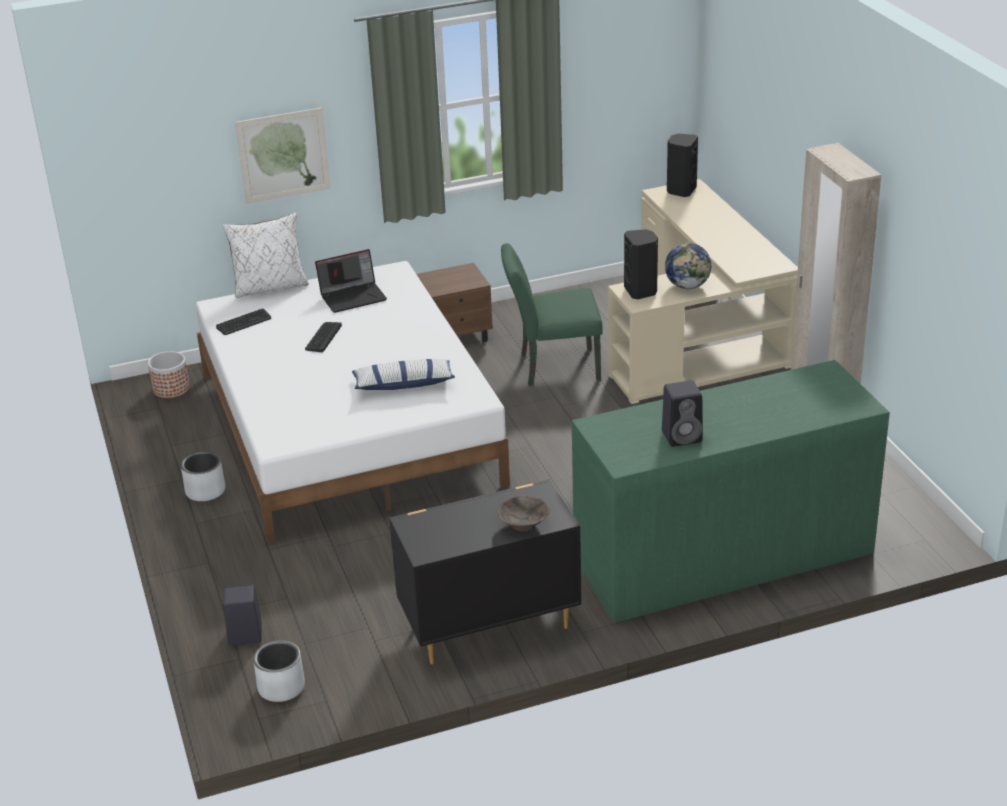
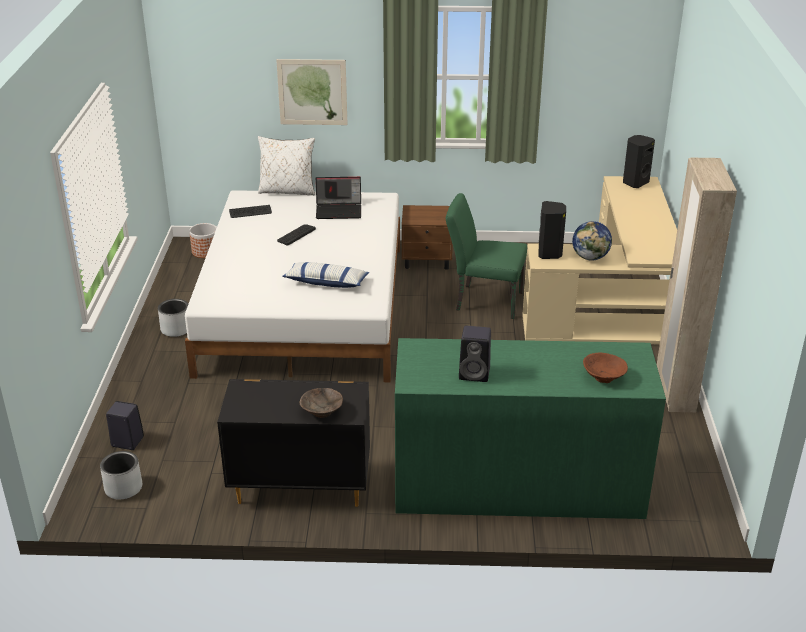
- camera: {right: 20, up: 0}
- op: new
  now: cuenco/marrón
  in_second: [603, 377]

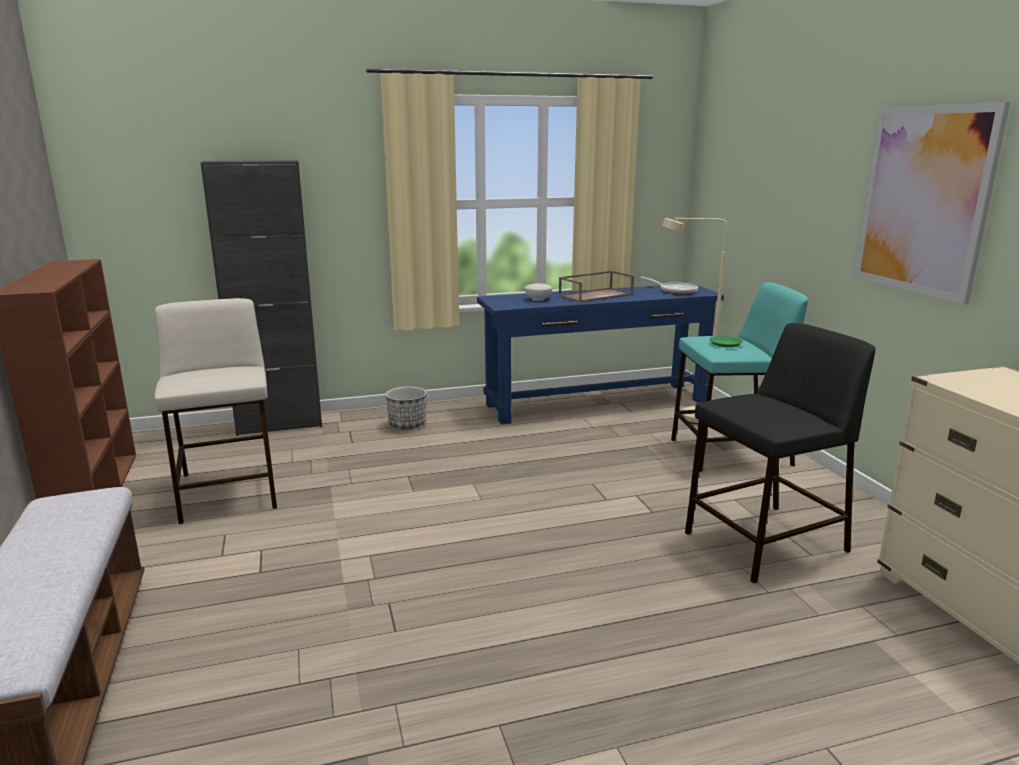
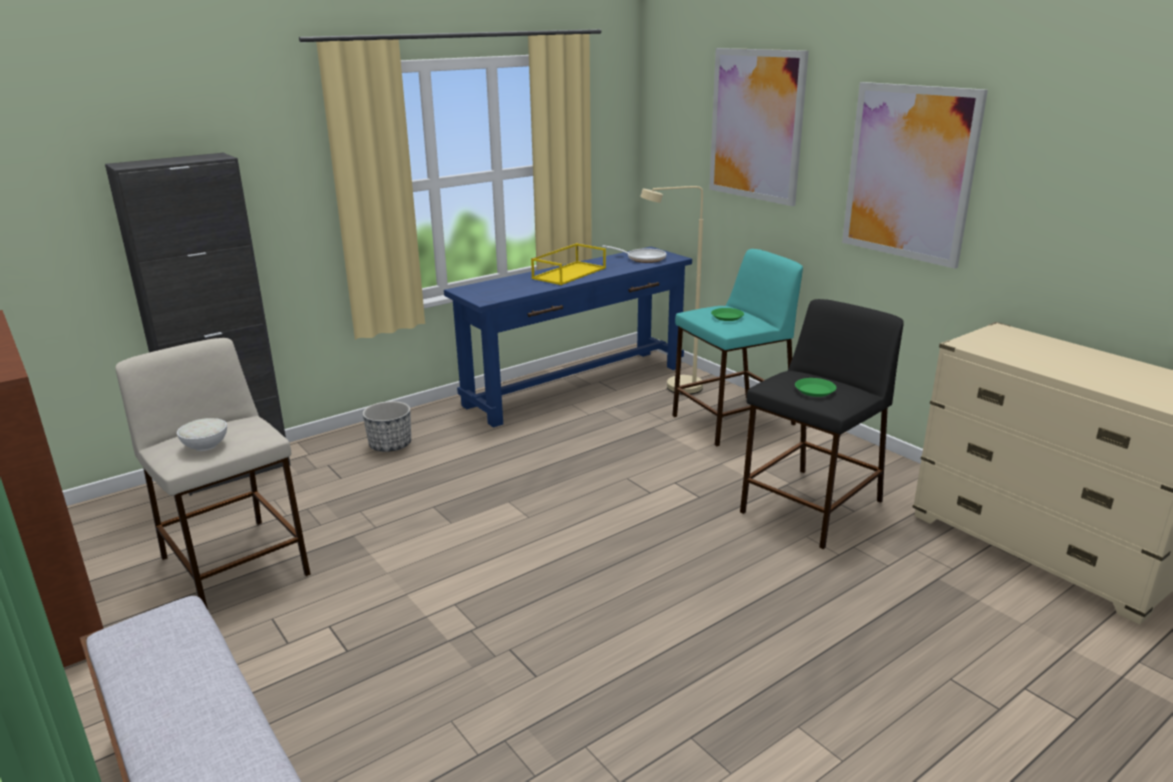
- camera: {right: -20, up: 5}
- op: repainted
  was: bandeja/marrón
  now: bandeja/amarillo
  in_first: [596, 295]
  in_second: [569, 273]
- op: shifted
  was: cuenco/blanco
  in_first: [538, 299]
  in_second: [206, 446]
- op: new
  now: cuadro
  in_second: [756, 125]
- op: new
  now: plato/verde
  in_second: [815, 390]

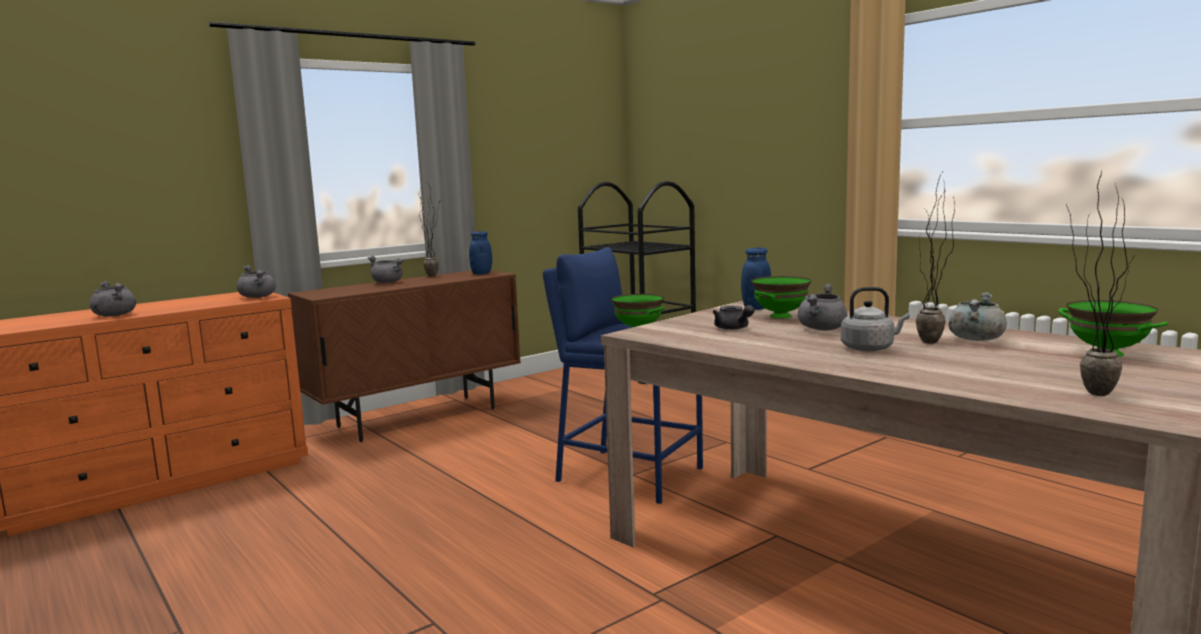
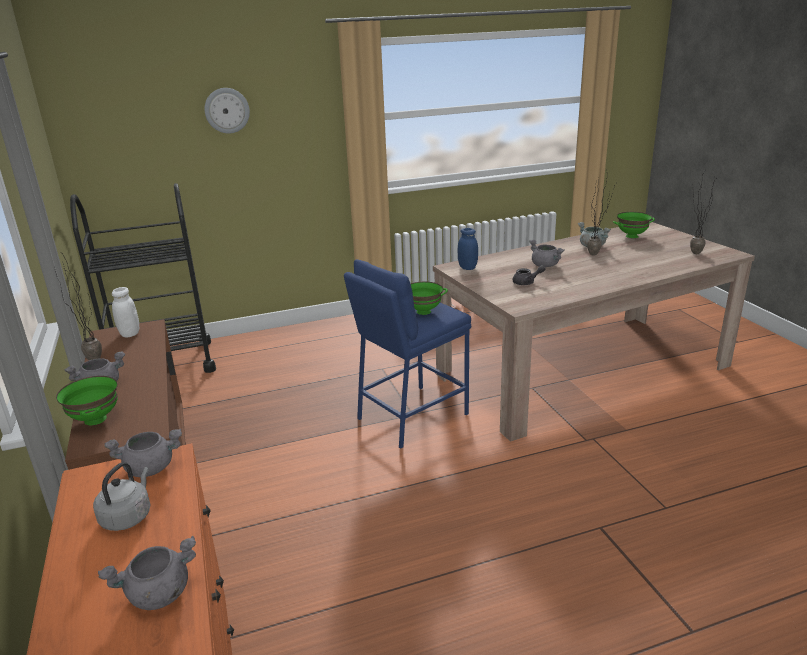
- camera: {right: -70, up: 15}
- op: repainted
  was: tarro/azul
  now: tarro/blanco
  in_first: [481, 273]
  in_second: [130, 333]
- op: shifted
  was: cuenco/verde
  in_first: [781, 316]
  in_second: [96, 419]
- op: shifted
  was: hervidor/gris
  in_first: [870, 348]
  in_second: [128, 516]
- op: new
  now: reloj de pared
  in_second: [227, 110]

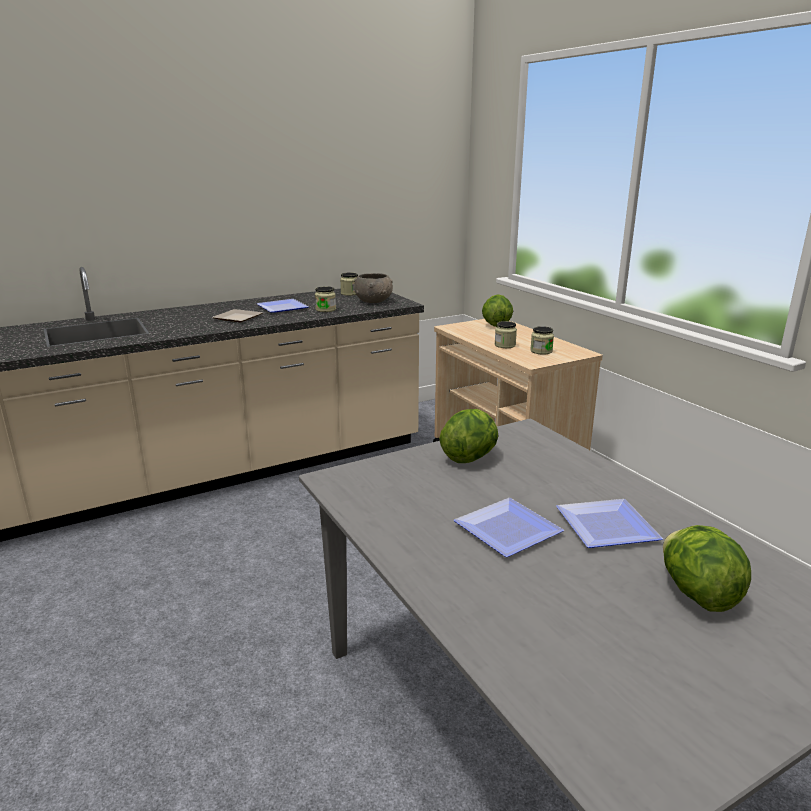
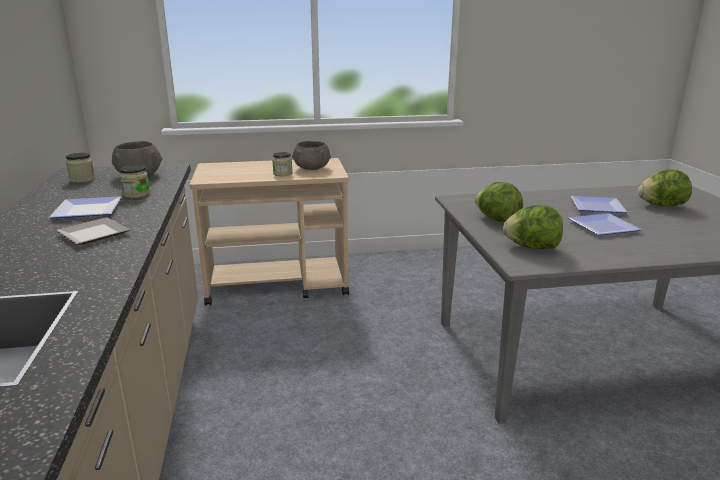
- camera: {right: -70, up: 0}
- op: shifted
  was: lechuga
  in_first: [496, 325]
  in_second: [531, 247]
- op: swapped
  was: tarro
  now: cuenco/gris
  in_first: [541, 351]
  in_second: [311, 168]

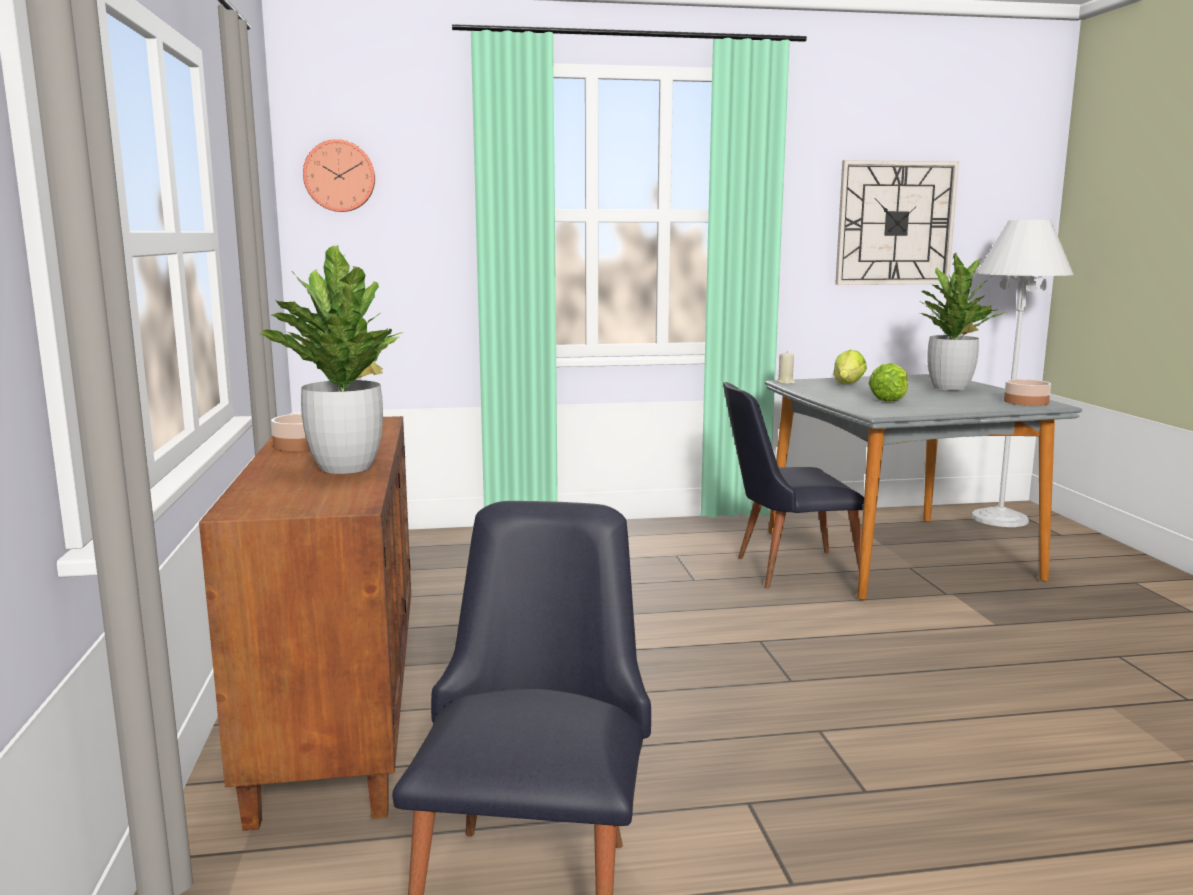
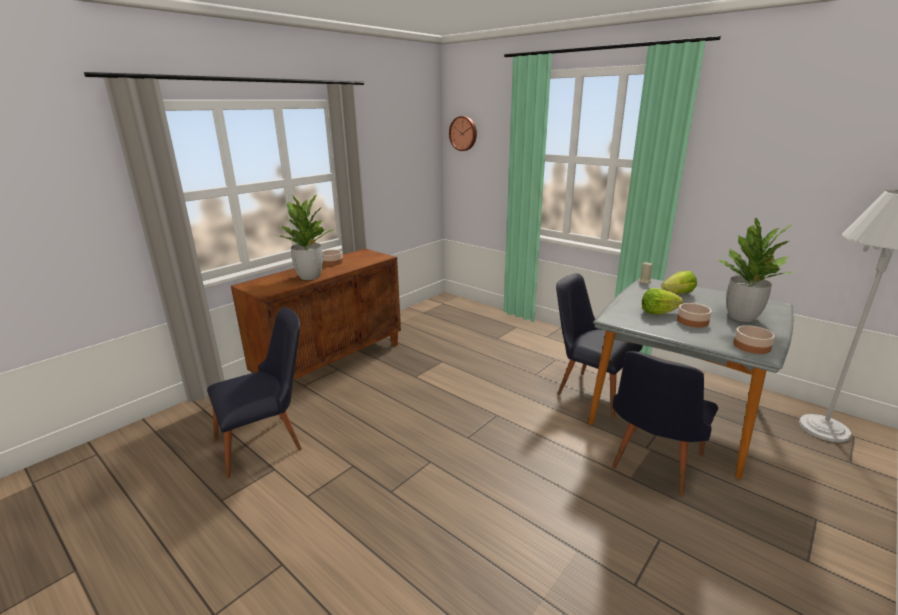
- camera: {right: 50, up: 10}
- op: gone
  was: reloj de pared
  in_first: [895, 223]
- op: new
  now: cuenco
  in_second: [692, 321]
- op: new
  now: silla/negro
  in_second: [652, 465]

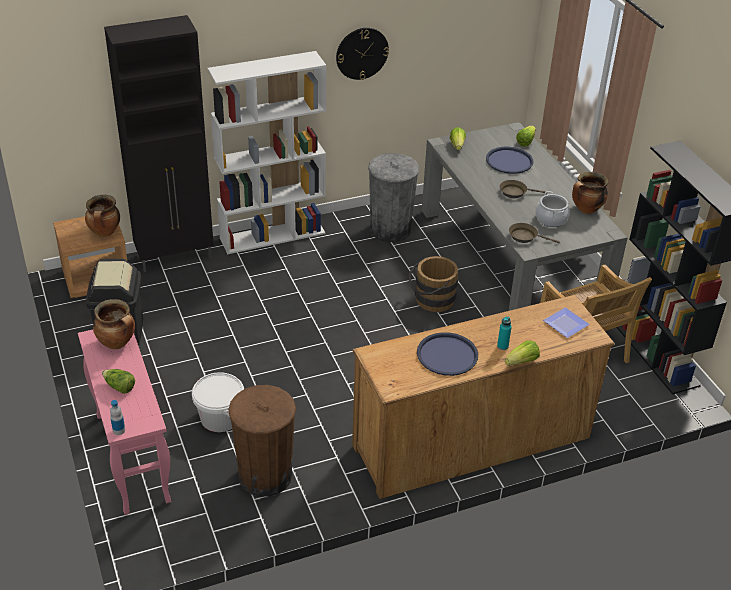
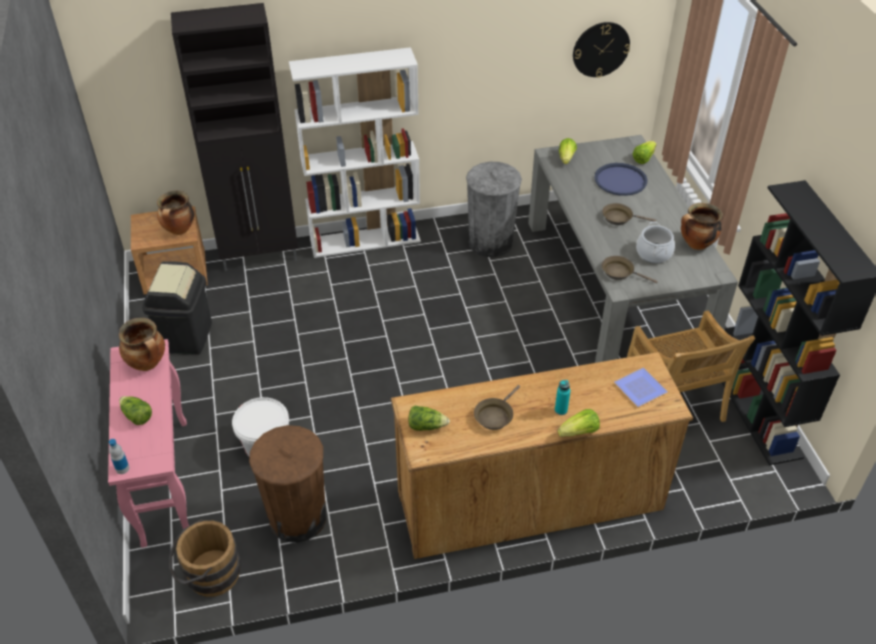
- camera: {right: 10, up: 5}
- op: shifted
  was: reloj de pared
  in_first: [362, 53]
  in_second: [600, 49]
- op: shifted
  was: cubo/marrón
  in_first: [431, 300]
  in_second: [208, 575]
- op: swapped
  was: bandeja/azul
  now: sartén/marrón
  in_first: [447, 355]
  in_second: [495, 415]
- op: new
  now: lechuga
  in_second: [426, 426]

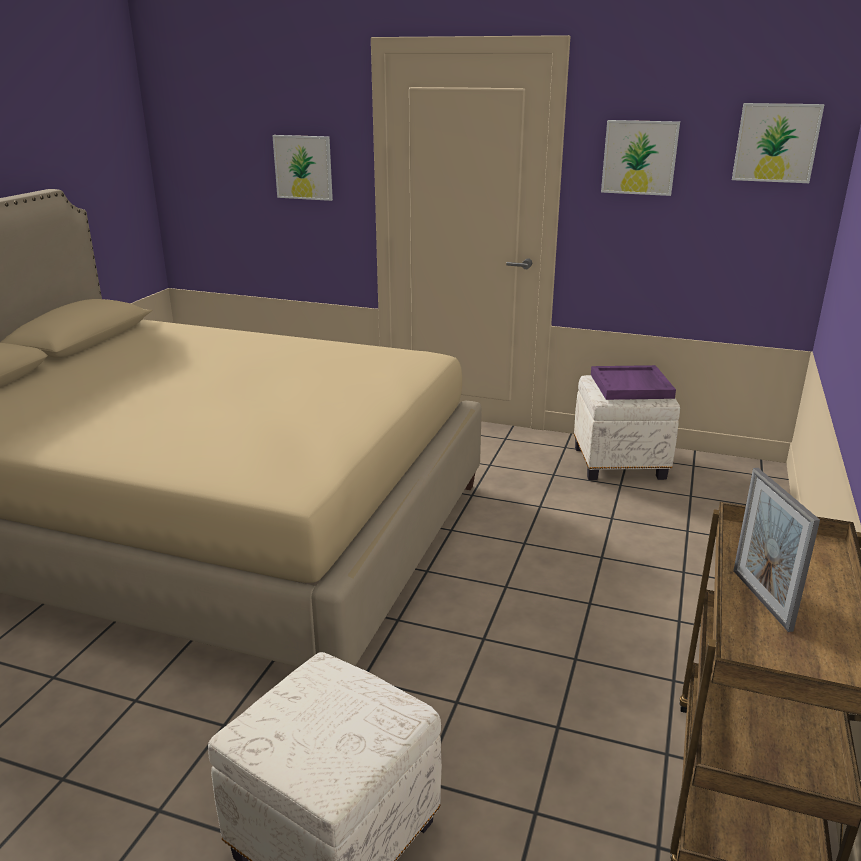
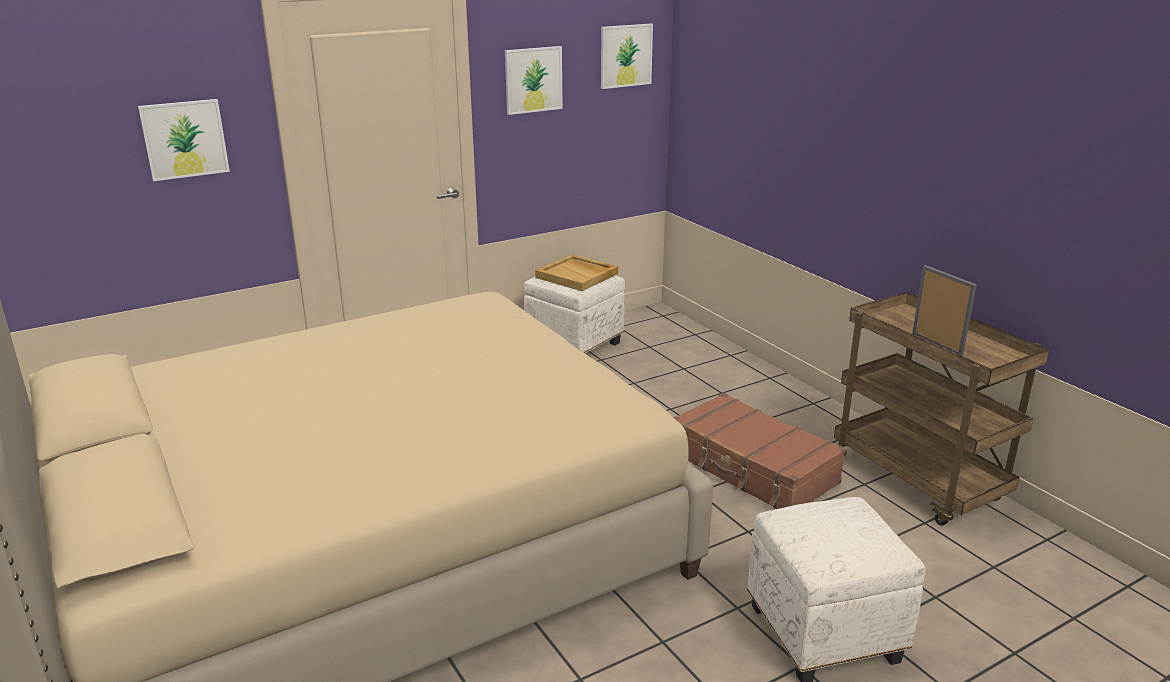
- camera: {right: -50, up: 0}
- op: repainted
  was: bandeja/morado
  now: bandeja/beis
  in_first: [632, 386]
  in_second: [577, 275]
- op: rotated
  was: portarretratos
  in_first: [761, 599]
  in_second: [937, 344]
  clockwise: -150
- op: new
  now: maleta/marrón
  in_second: [752, 468]

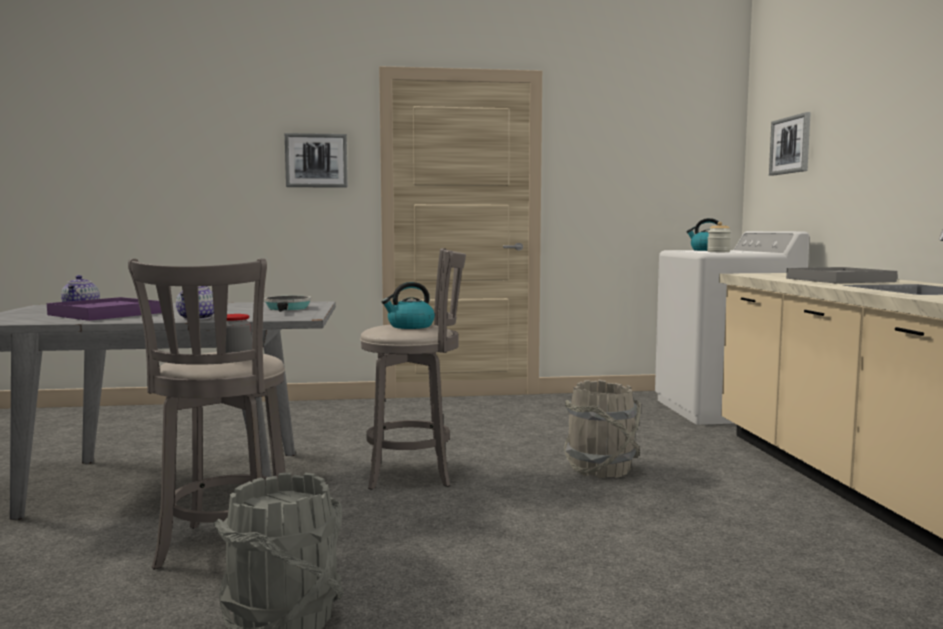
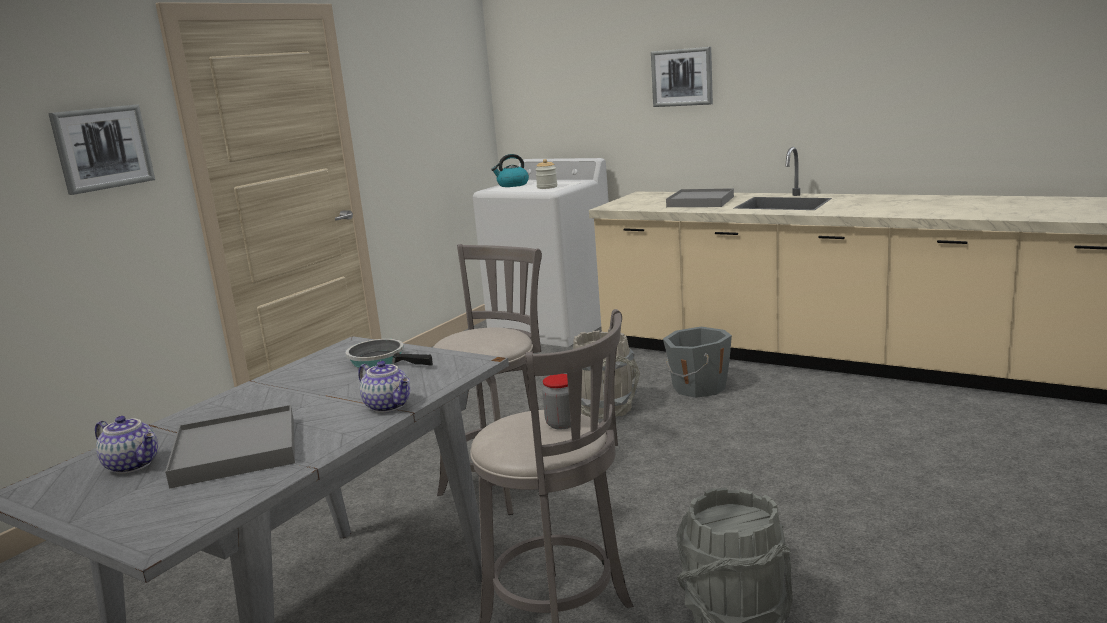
- camera: {right: -50, up: 10}
- op: shifted
  was: cuadro
  in_first: [790, 145]
  in_second: [682, 77]
- op: gone
  was: hervidor
  in_first: [410, 326]
- op: repainted
  was: bandeja/morado
  now: bandeja/gris
  in_first: [106, 314]
  in_second: [236, 451]
- op: new
  now: cubo/gris
  in_second: [697, 387]

